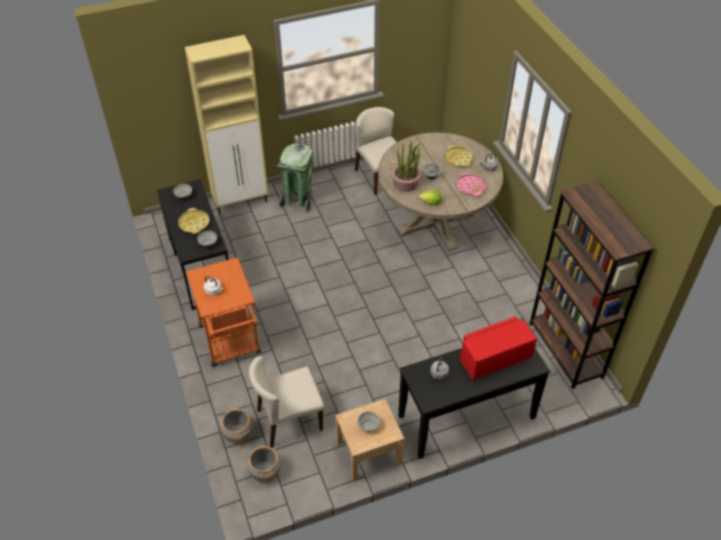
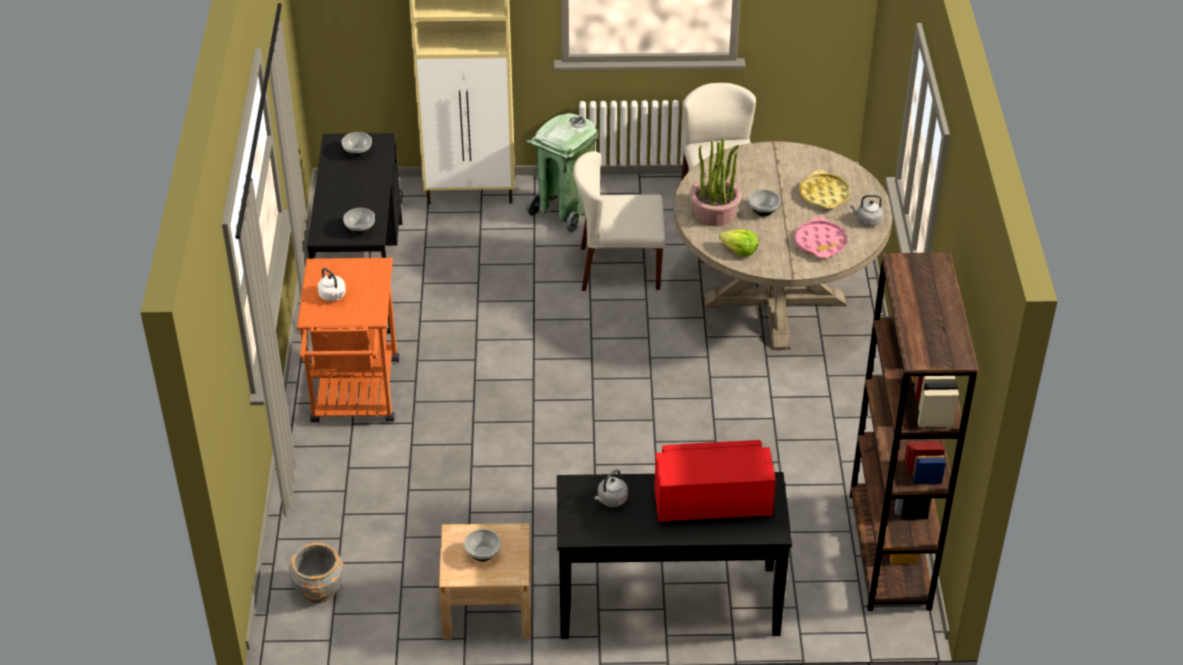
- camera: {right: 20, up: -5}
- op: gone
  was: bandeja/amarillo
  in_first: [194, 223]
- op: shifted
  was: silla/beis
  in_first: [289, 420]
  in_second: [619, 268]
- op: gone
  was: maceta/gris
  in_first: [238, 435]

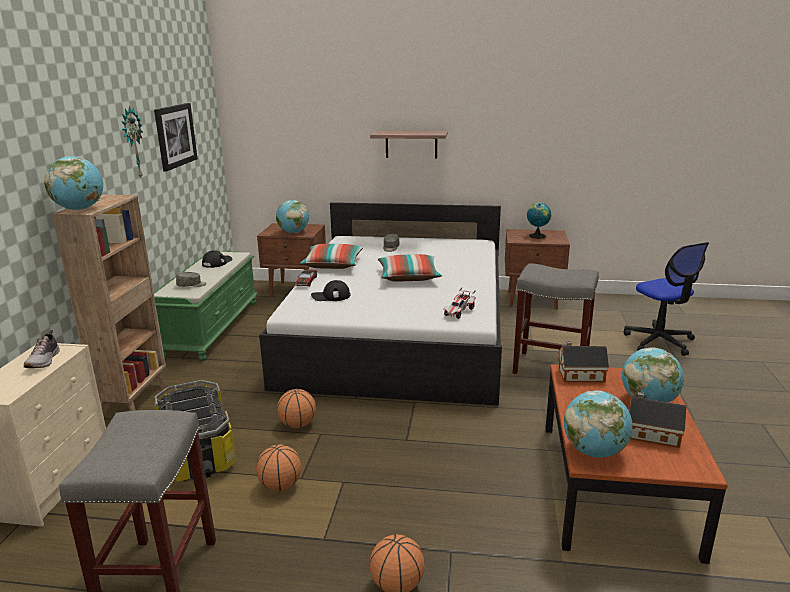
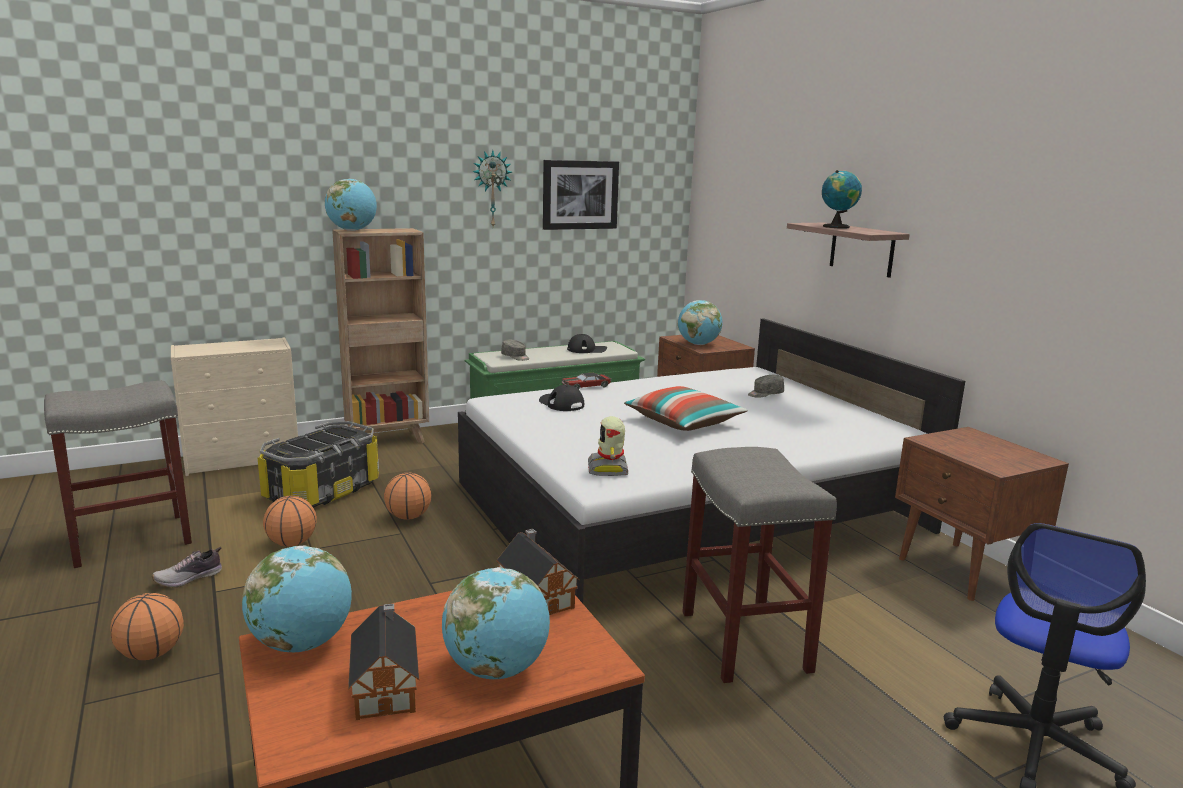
- camera: {right: 55, up: -5}
- op: shifted
  was: globo terráqueo
  in_first: [537, 236]
  in_second: [837, 227]
- op: gone
  was: cojín
  in_first: [333, 265]
- op: swapped
  was: coche de juguete
  now: robot de juguete
  in_first: [459, 312]
  in_second: [609, 468]
- op: shifted
  was: zapato
  in_first: [44, 360]
  in_second: [189, 578]

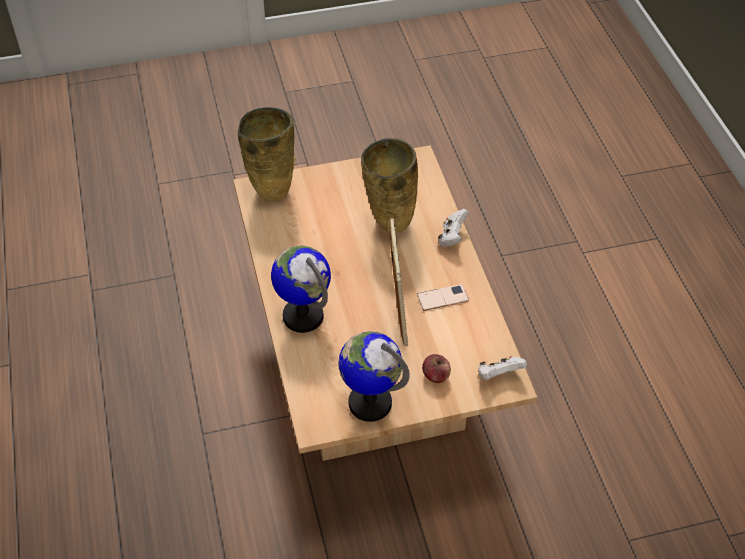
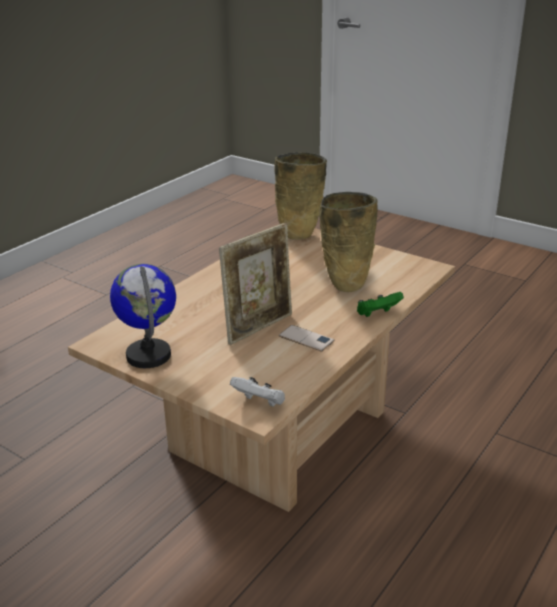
- camera: {right: 50, up: -20}
- op: repainted
  was: mando de consola/blanco
  now: mando de consola/verde
  in_first: [452, 237]
  in_second: [377, 315]
- op: gone
  was: globo terráqueo
  in_first: [303, 316]
- op: gone
  was: manzana
  in_first: [436, 376]

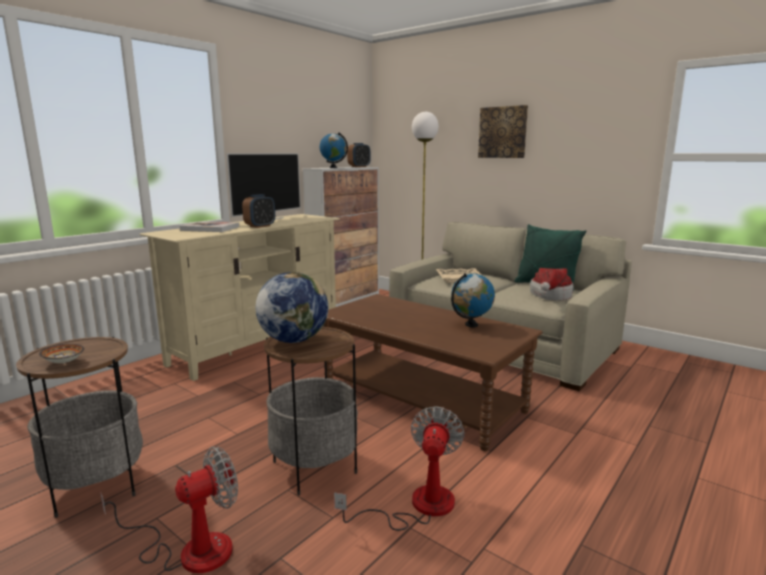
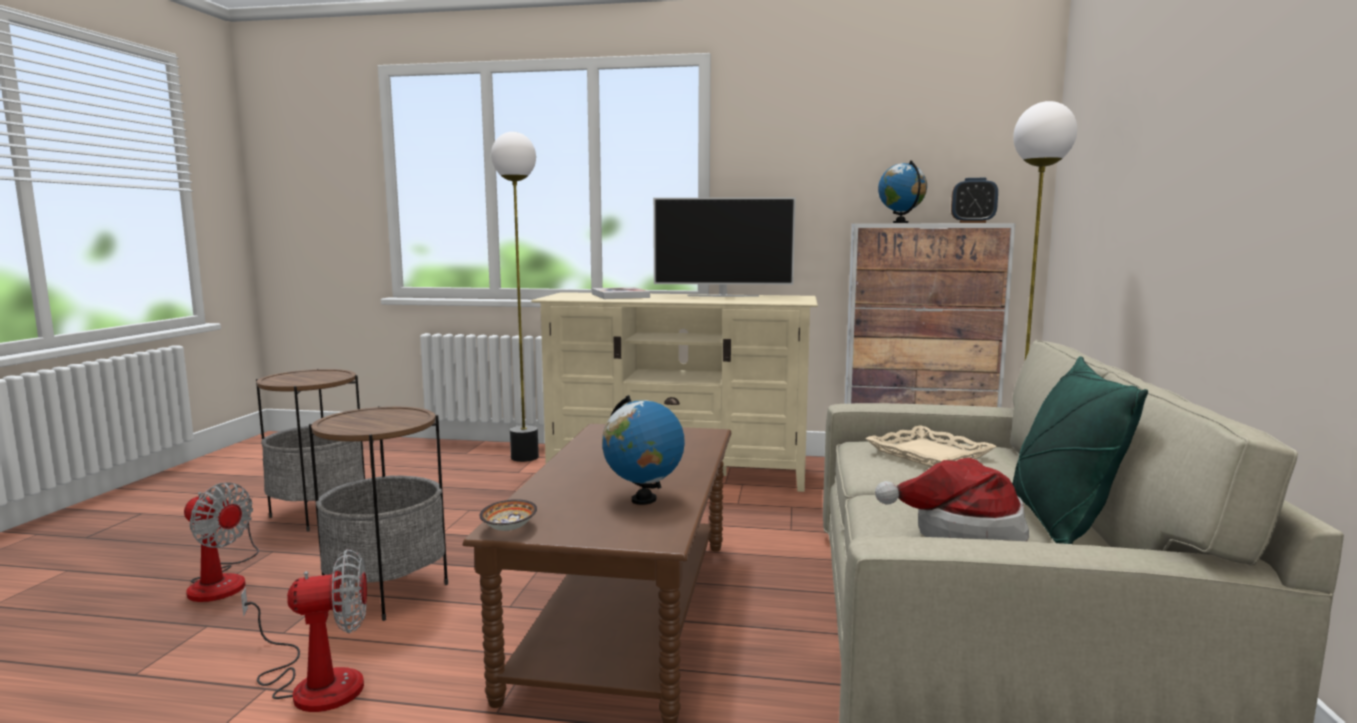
- camera: {right: 60, up: -5}
- op: gone
  was: cuadro
  in_first: [503, 132]
- op: gone
  was: despertador
  in_first: [260, 226]
- op: gone
  was: globo terráqueo
  in_first: [293, 340]
- op: shifted
  was: cuenco
  in_first: [63, 363]
  in_second: [507, 529]
- op: new
  now: lámpara de pie
  in_second: [525, 457]

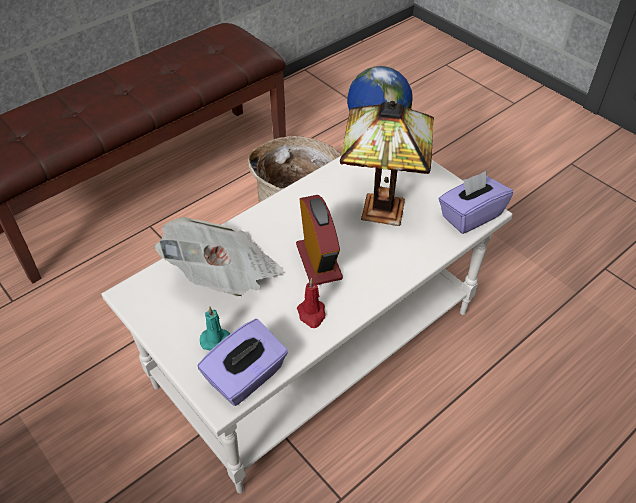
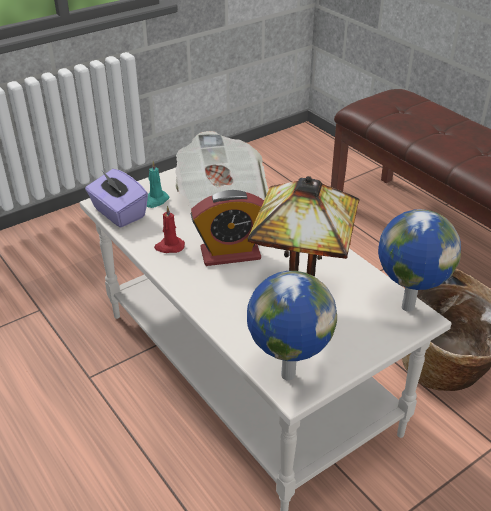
- camera: {right: 95, up: -10}
- op: swapped
  was: caja de pañuelos/morado
  now: globo terráqueo
  in_first: [470, 215]
  in_second: [286, 374]

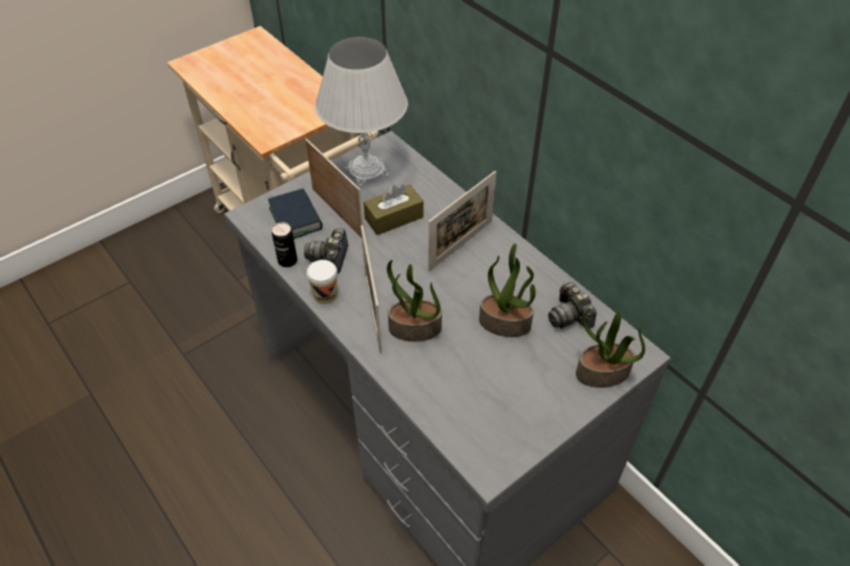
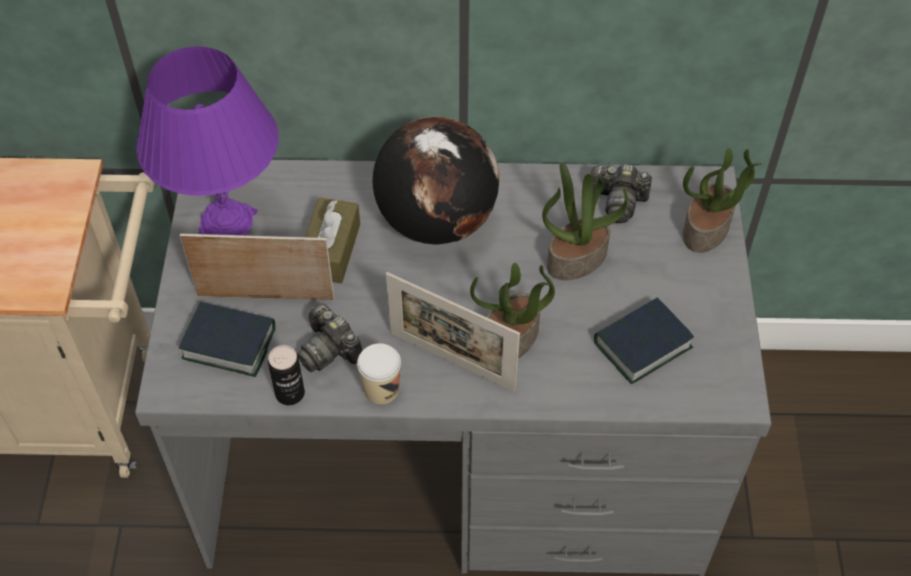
- camera: {right: -50, up: 5}
- op: repainted
  was: lámpara de mesa/blanco
  now: lámpara de mesa/morado
  in_first: [366, 171]
  in_second: [227, 226]
- op: swapped
  was: portarretratos
  now: globo terráqueo
  in_first: [460, 245]
  in_second: [436, 220]
- op: new
  now: libro
  in_second: [642, 345]

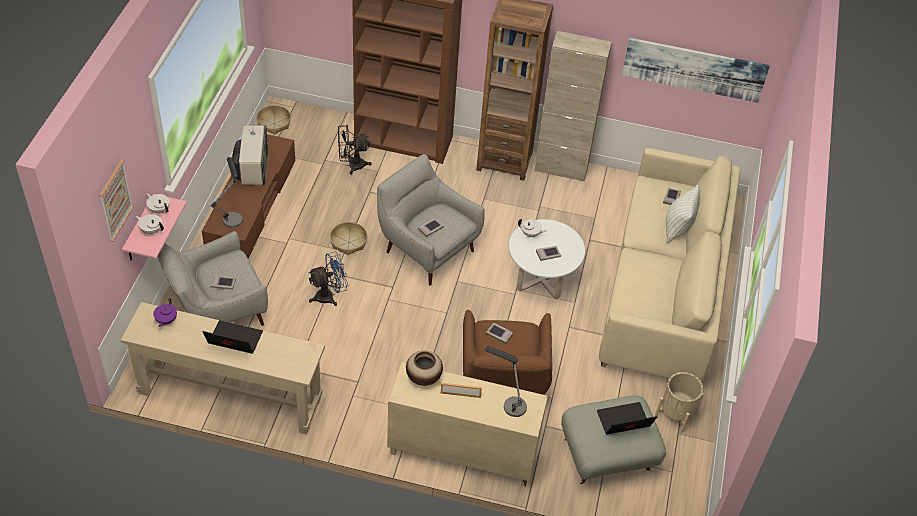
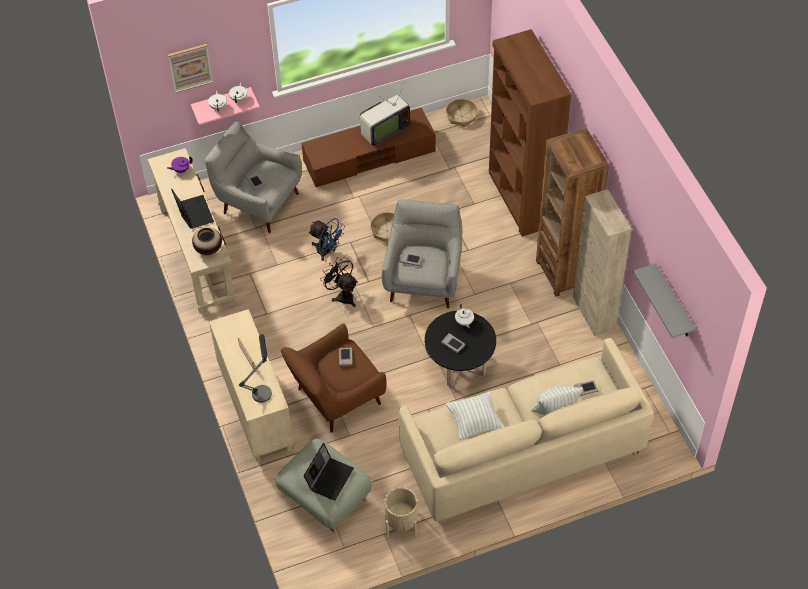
- camera: {right: 60, up: 5}
- op: swapped
  was: cuadro
  now: estante/gris
  in_first: [694, 69]
  in_second: [673, 303]
- op: shifted
  was: ventilador/negro
  in_first: [352, 165]
  in_second: [342, 295]
- op: gone
  was: lámpara de mesa
  in_first: [232, 215]
- op: repainted
  was: mesa de centro/blanco
  now: mesa de centro/negro
  in_first: [541, 280]
  in_second: [459, 366]
- op: shifted
  was: florero
  in_first: [423, 378]
  in_second: [208, 249]
- op: rotated
  was: portátil
  in_first: [623, 423]
  in_second: [329, 478]
  clockwise: 75
- op: new
  now: cojín
  in_second: [474, 422]

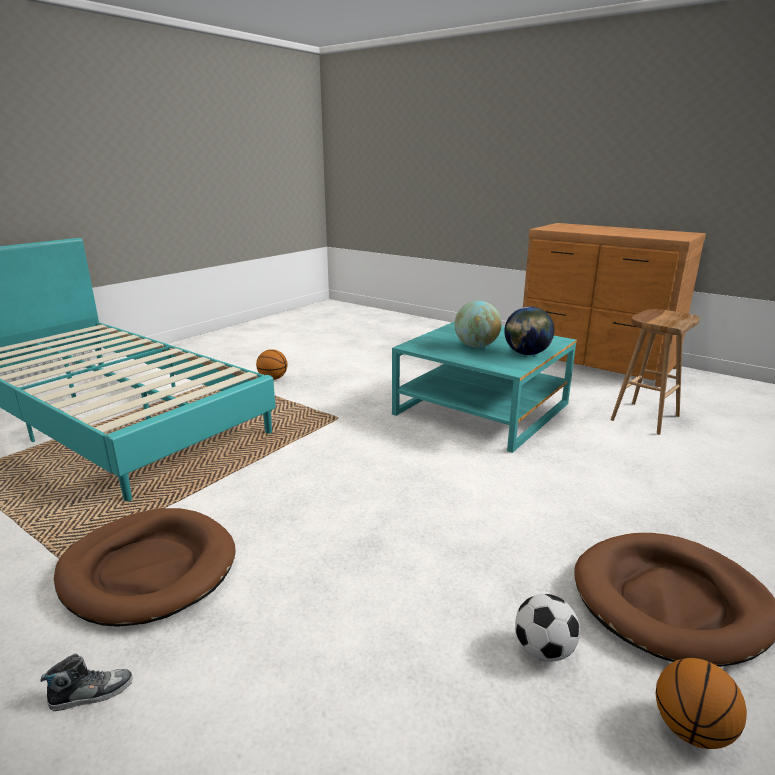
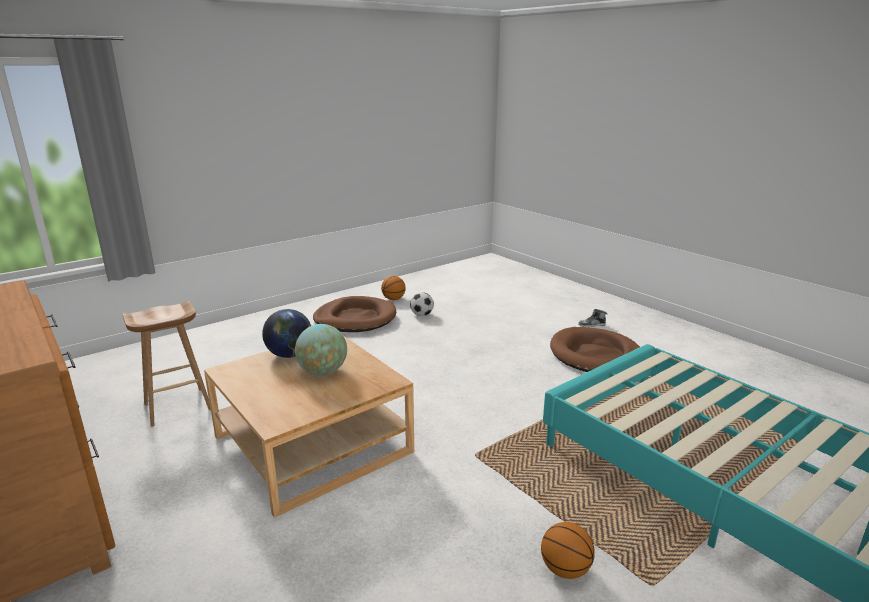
- camera: {right: -165, up: 0}
- op: repainted
  was: mesa de centro/turquesa
  now: mesa de centro/beis
  in_first: [481, 409]
  in_second: [312, 444]

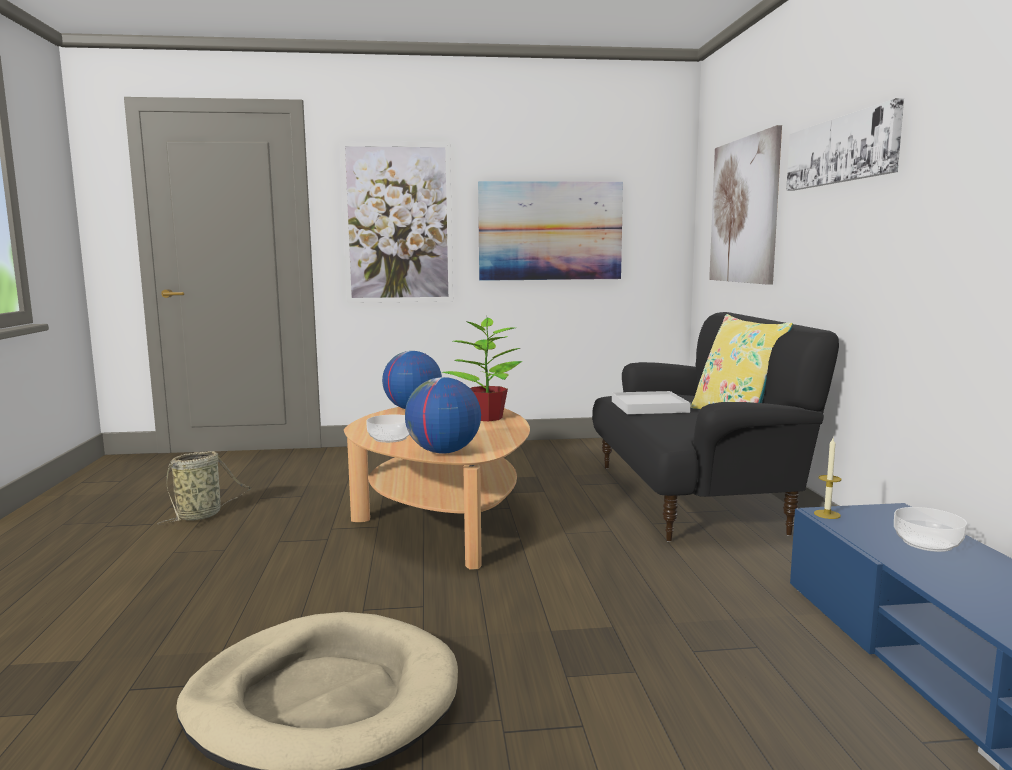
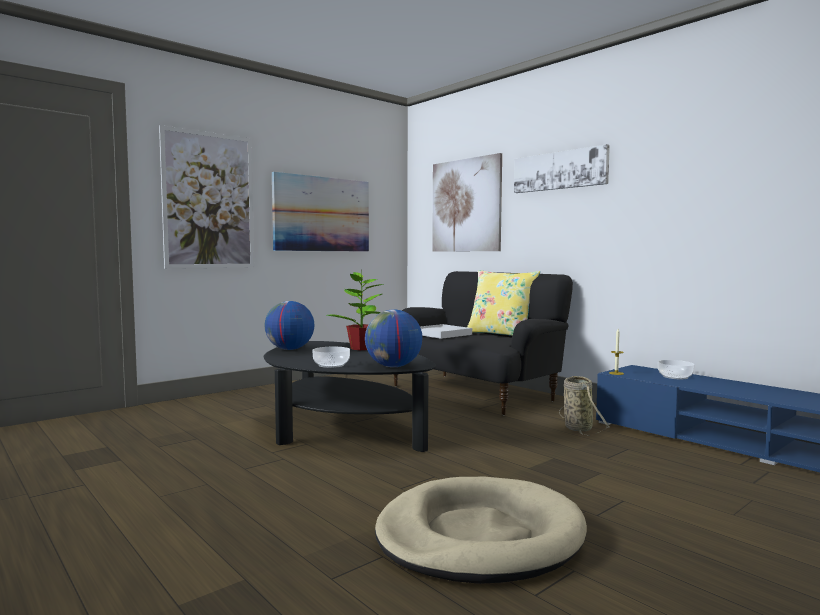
- camera: {right: -35, up: -5}
- op: repainted
  was: mesa de centro/beis
  now: mesa de centro/negro
  in_first: [444, 516]
  in_second: [343, 428]
- op: shifted
  was: cesta
  in_first: [202, 515]
  in_second: [577, 427]

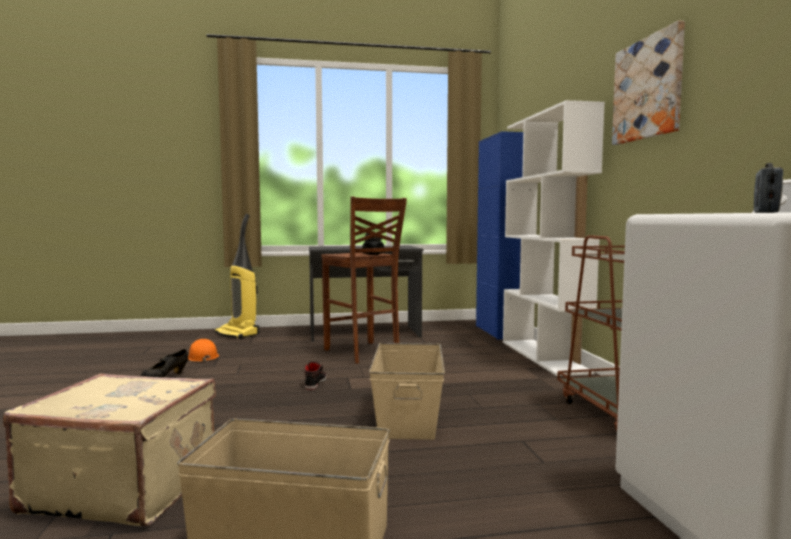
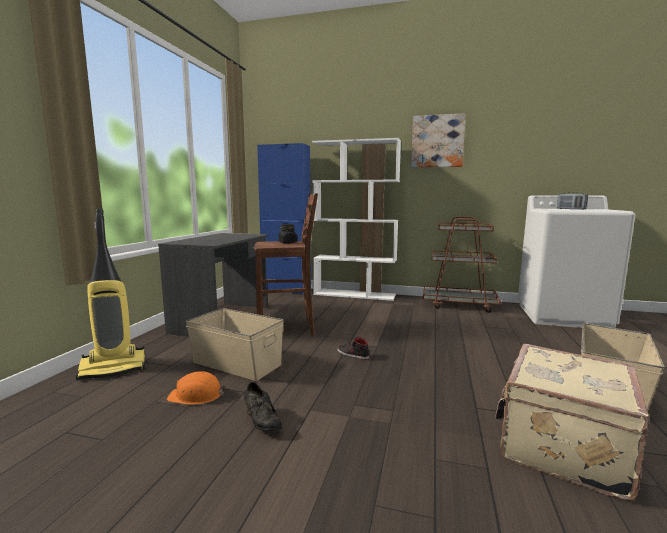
- camera: {right: -65, up: 5}
- op: shifted
  was: caja de almacenaje/beis
  in_first: [407, 416]
  in_second: [236, 364]

